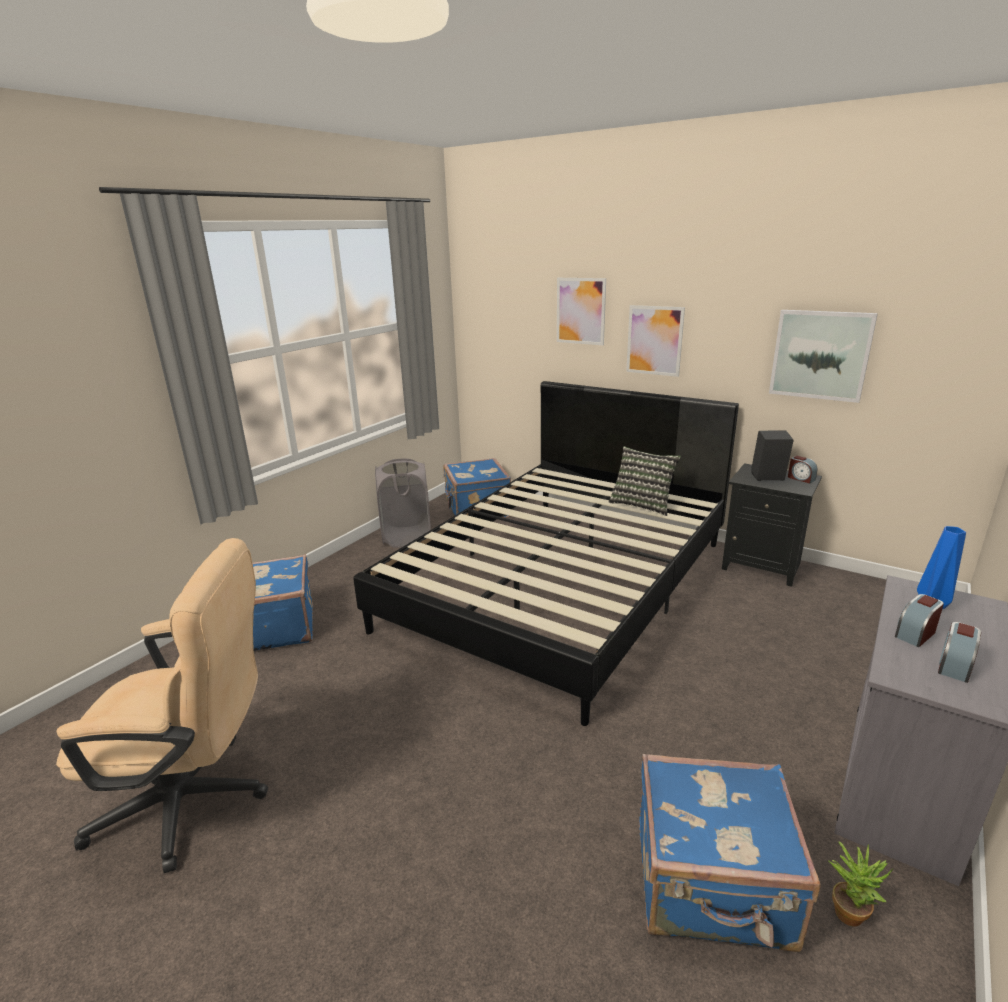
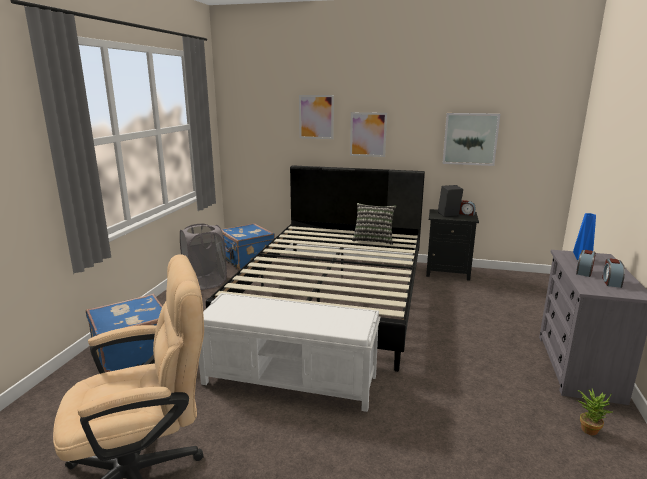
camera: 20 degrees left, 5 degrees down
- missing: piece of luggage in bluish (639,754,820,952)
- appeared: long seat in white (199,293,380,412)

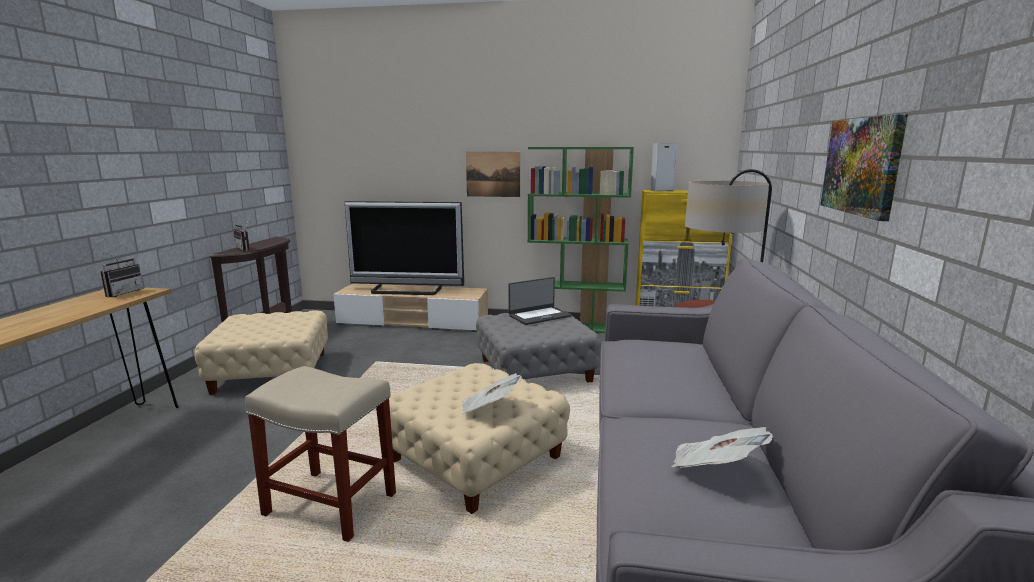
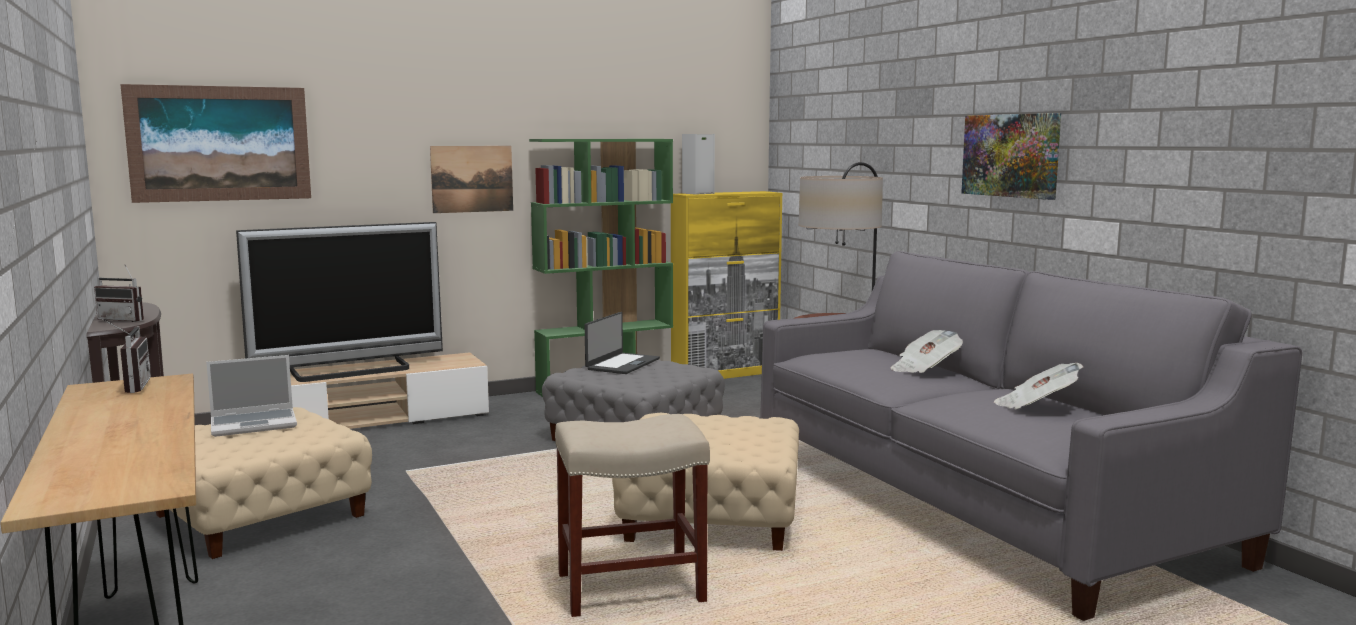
camera: 35 degrees left, 5 degrees down
- relocated: newspaper (462,373,522,414) to (890,330,963,373)
- appeared: wall picture (120,84,311,203)
- appeared: notebook computer (206,355,297,437)

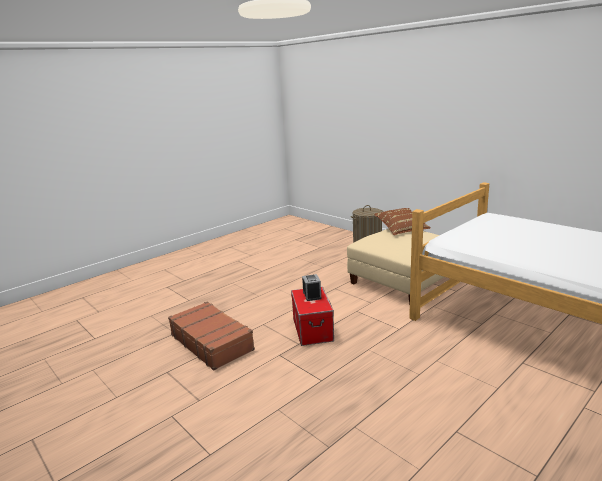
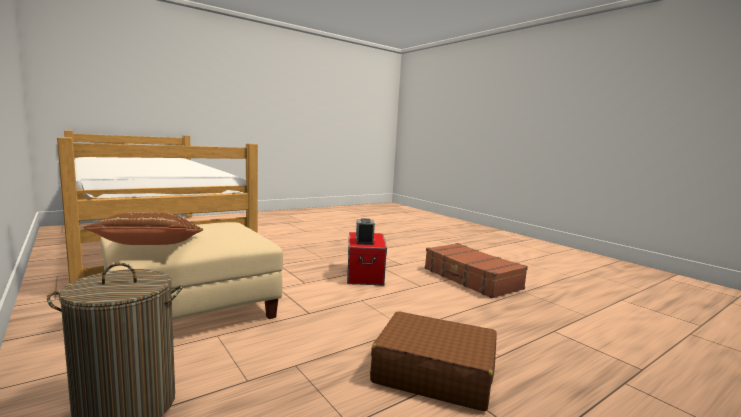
camera: 175 degrees left, 10 degrees down
- appeared: piece of luggage in brown-coloured (370,311,497,411)

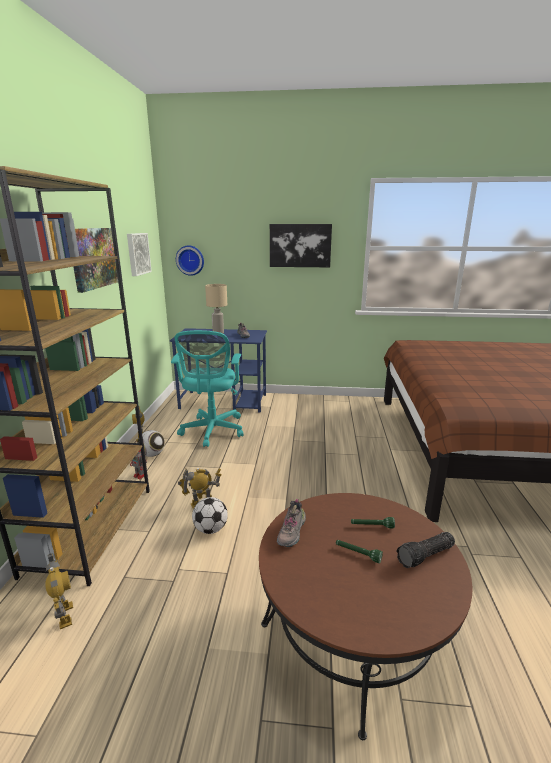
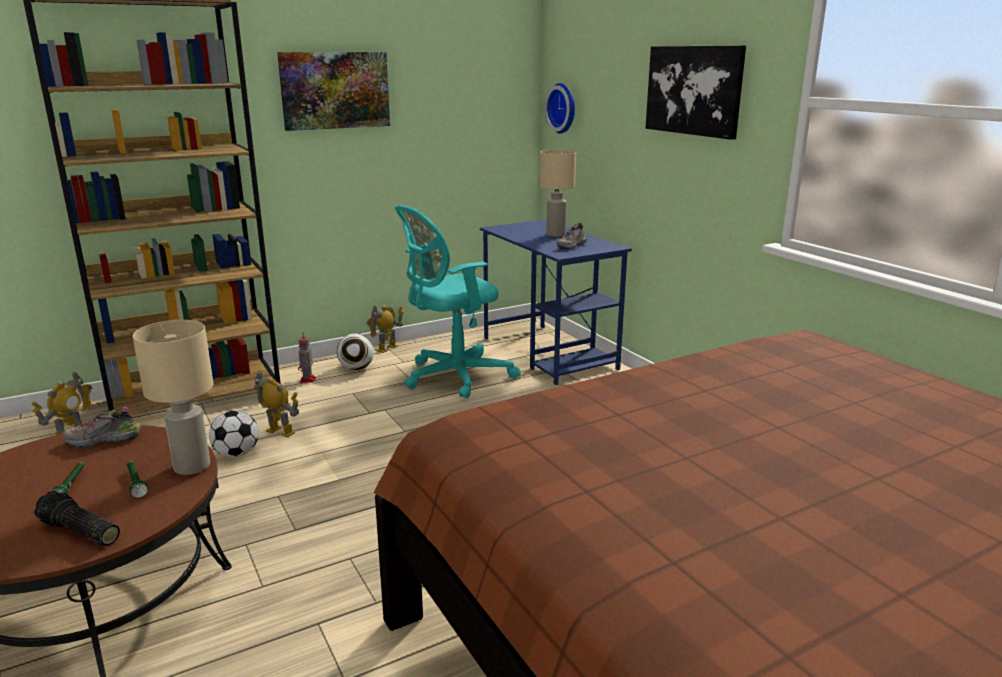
camera: 55 degrees right, 0 degrees up
- missing: wall picture (127,233,152,276)
- appeared: tabletop lamp in sand-coloured (133,320,214,475)

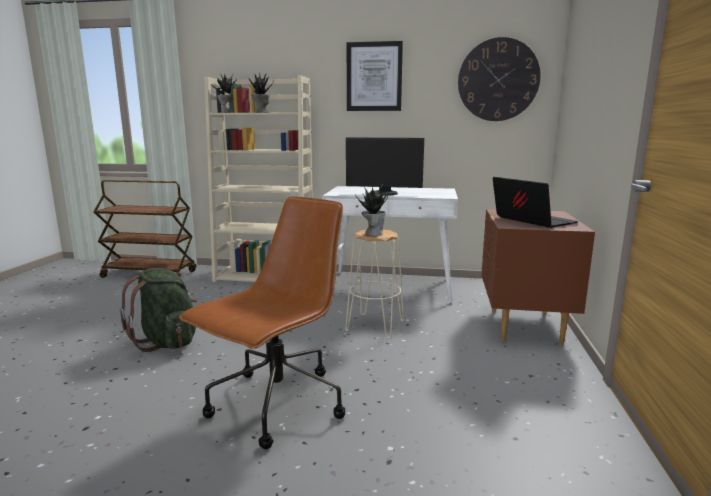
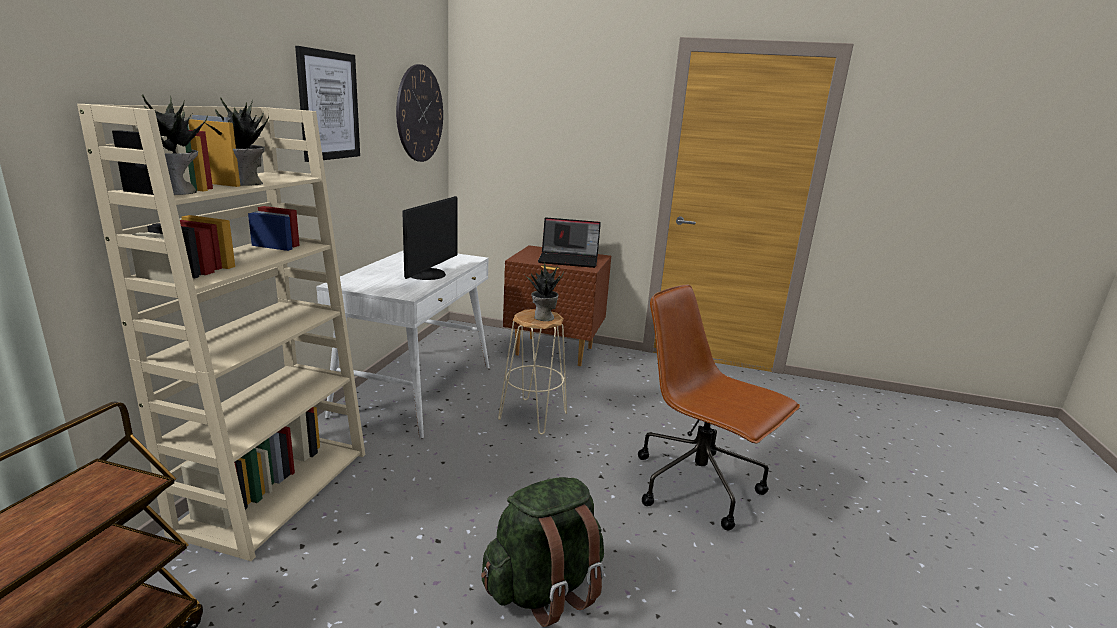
camera: 85 degrees left, 5 degrees up
- spun: notebook computer (493,177,578,228) = (538,217,601,268) 150 degrees counterclockwise

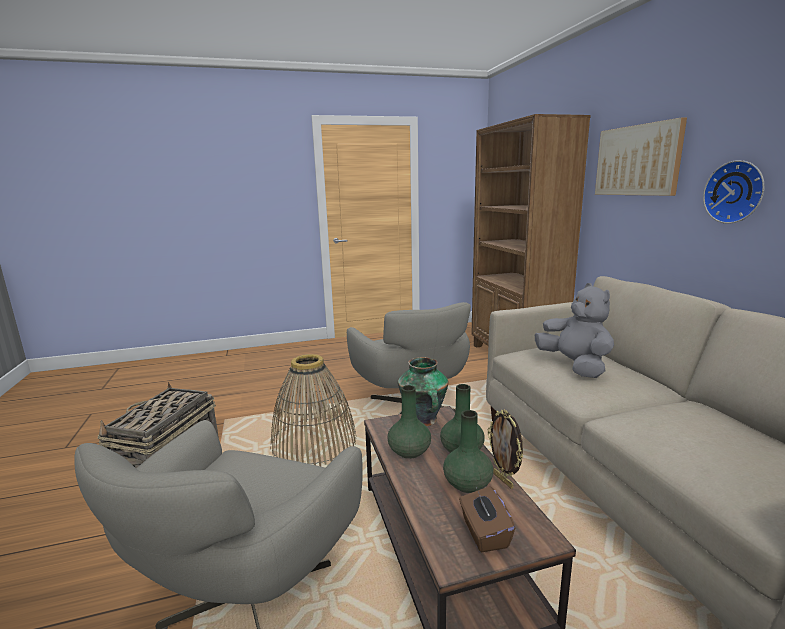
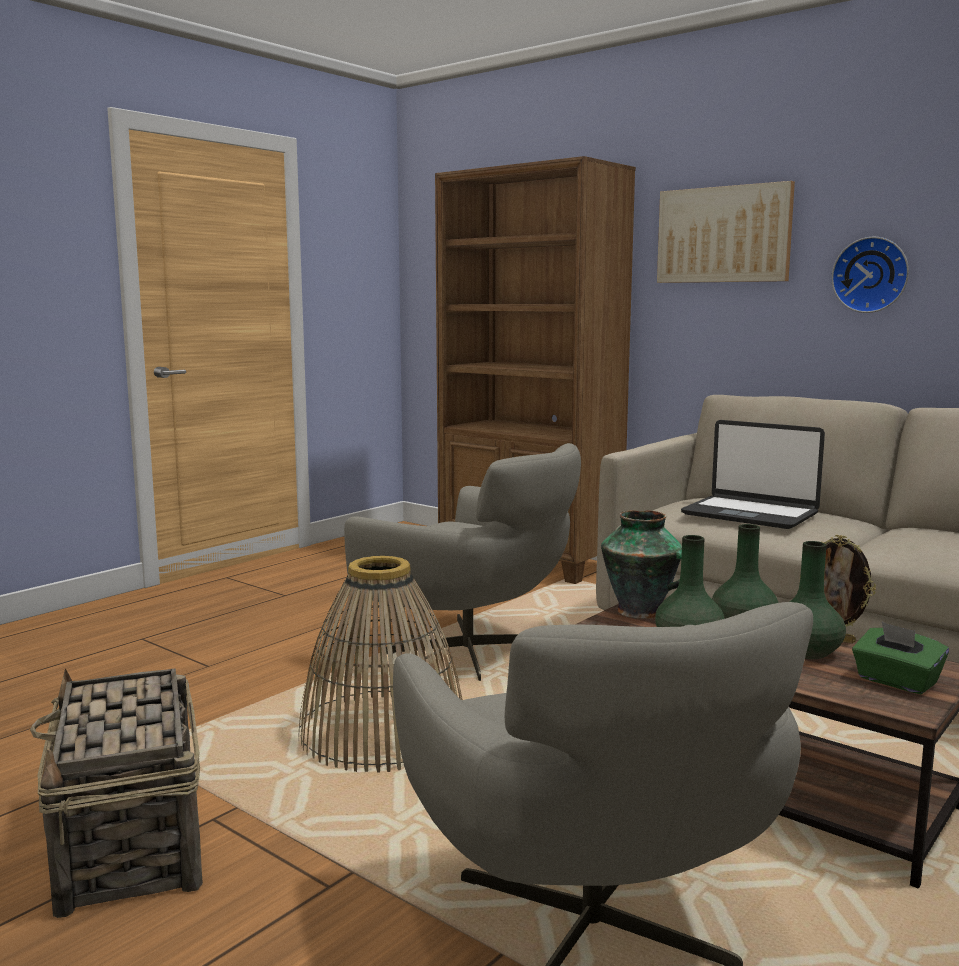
camera: 35 degrees left, 5 degrees down
- colour: box of tissues in brown-coloured (459,486,515,552) to box of tissues in green-coloured (852,622,949,694)
- exchanged: soft toy in greyish (535,283,614,378) to notebook computer (681,420,825,529)

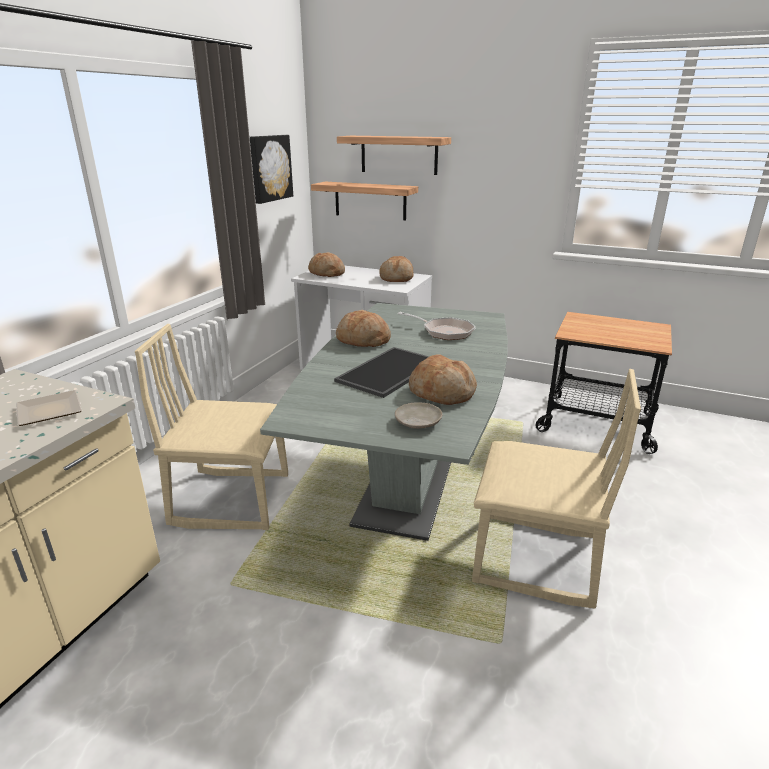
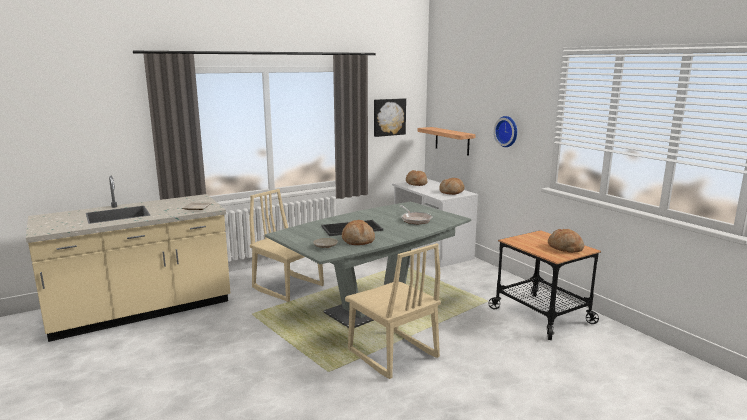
camera: 35 degrees right, 10 degrees down
- relocated: bread (336,310,391,347) to (548,229,584,253)
- missing: wall shelf (337,136,451,175)
- appeared: hanging clock (494,116,517,147)

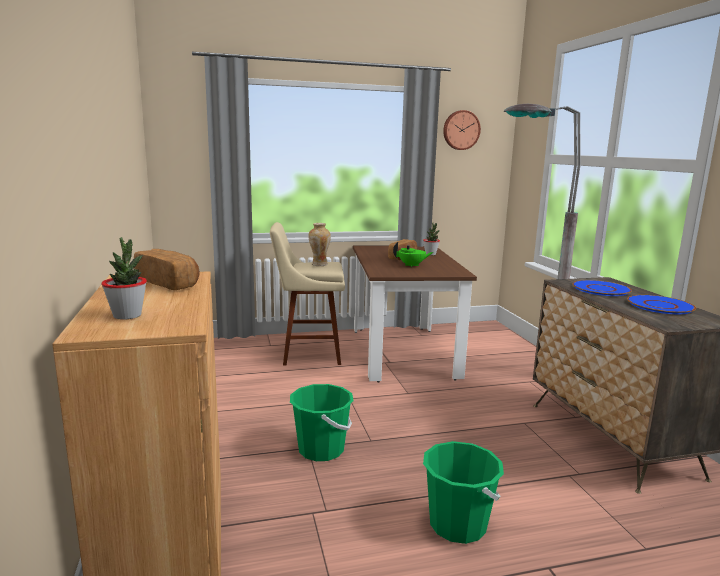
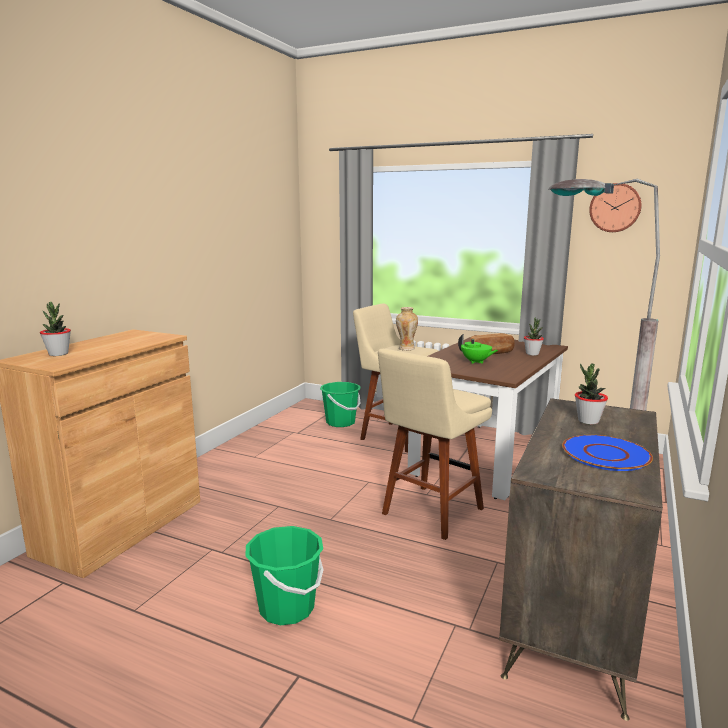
camera: 40 degrees right, 0 degrees up
- missing: bread (134,249,200,290)
- relocated: water bucket in green-coloured (290,384,354,461) to (320,382,361,427)
- exchanged: plate in bluish (572,280,632,296) to houseplant (575,364,608,425)
- appeared: stool in sand-coloured (378,349,492,540)

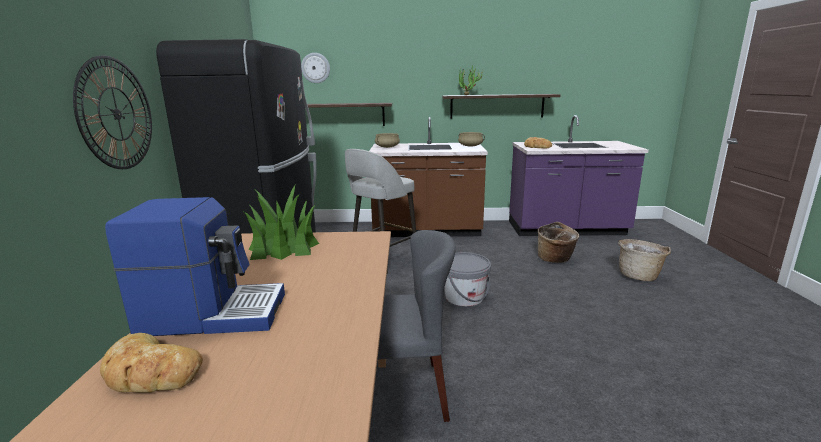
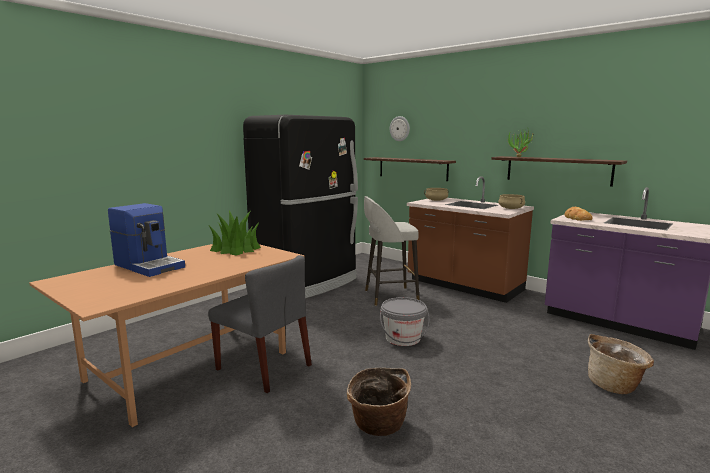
camera: 40 degrees right, 5 degrees down
- missing: hanging clock (73,55,152,169)
- missing: bread (100,333,203,393)
- relocated: household basket (538,222,579,263) to (347,368,411,436)

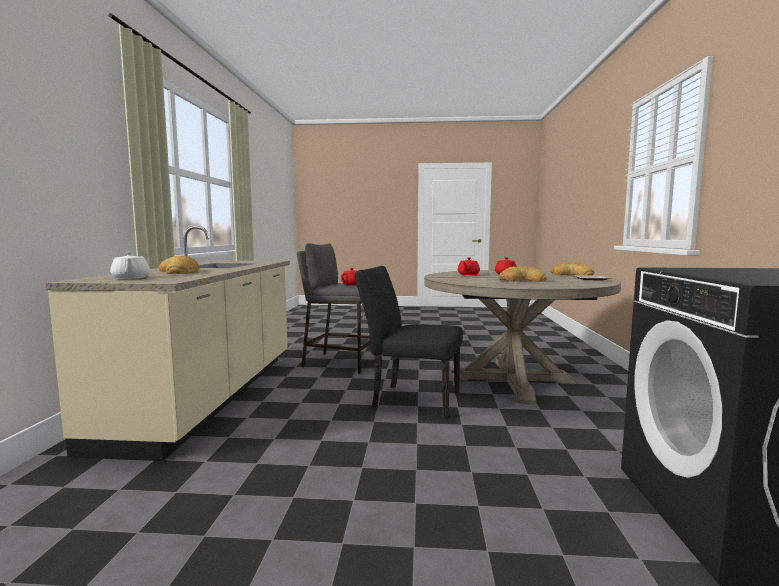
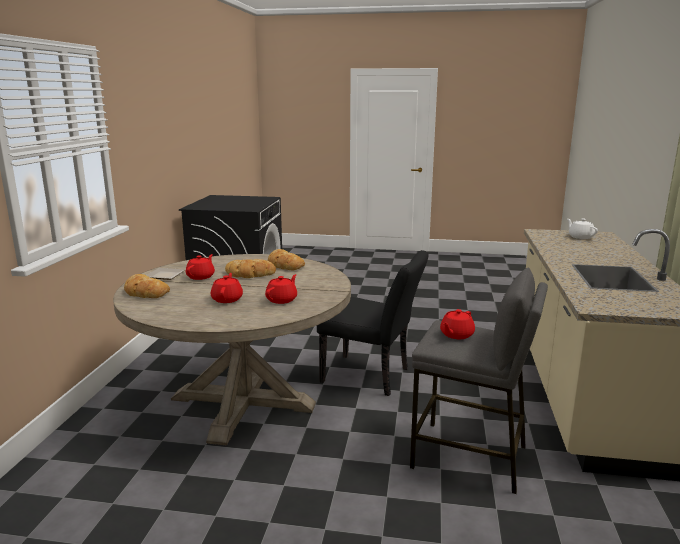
camera: 175 degrees left, 10 degrees up
- relocated: bread (159,255,199,274) to (268,249,305,270)
- appeared: pot for tea in reddish (186,254,215,280)

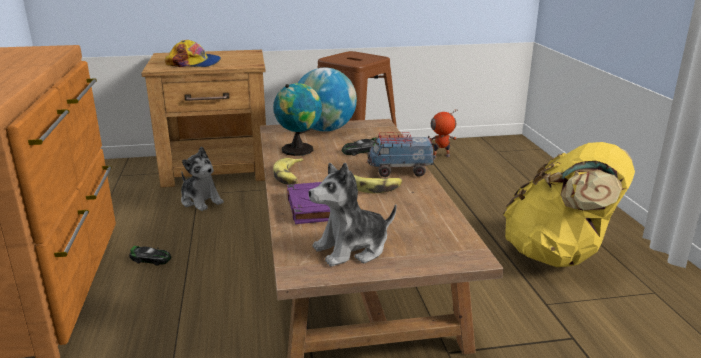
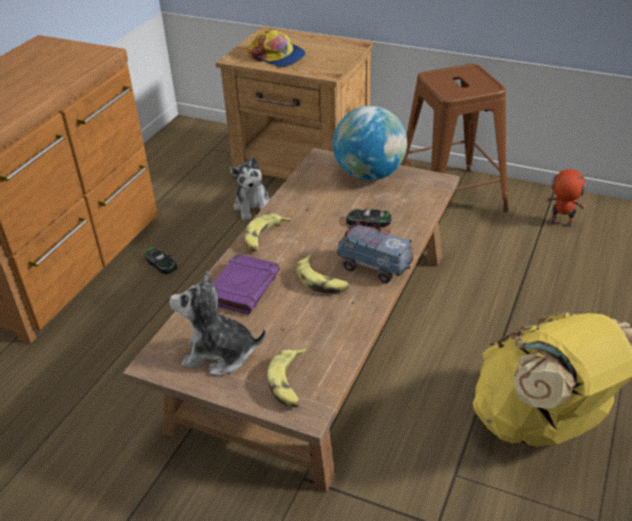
camera: 35 degrees right, 15 degrees up
- missing: globe (273,83,322,156)
- appeared: whole banana (267,349,307,407)

